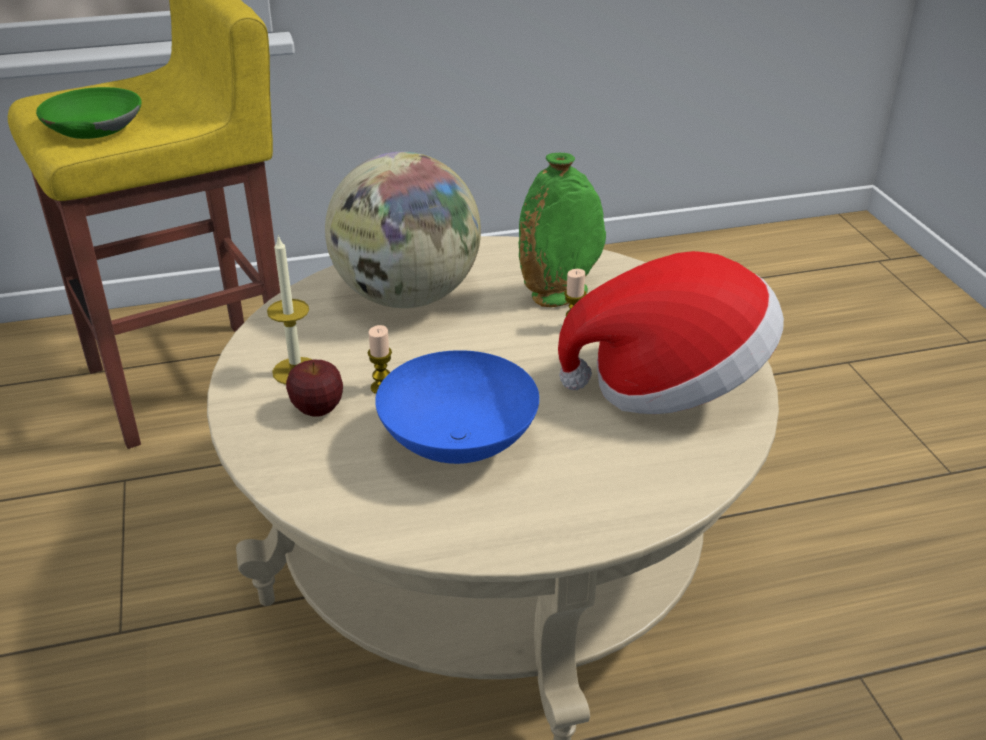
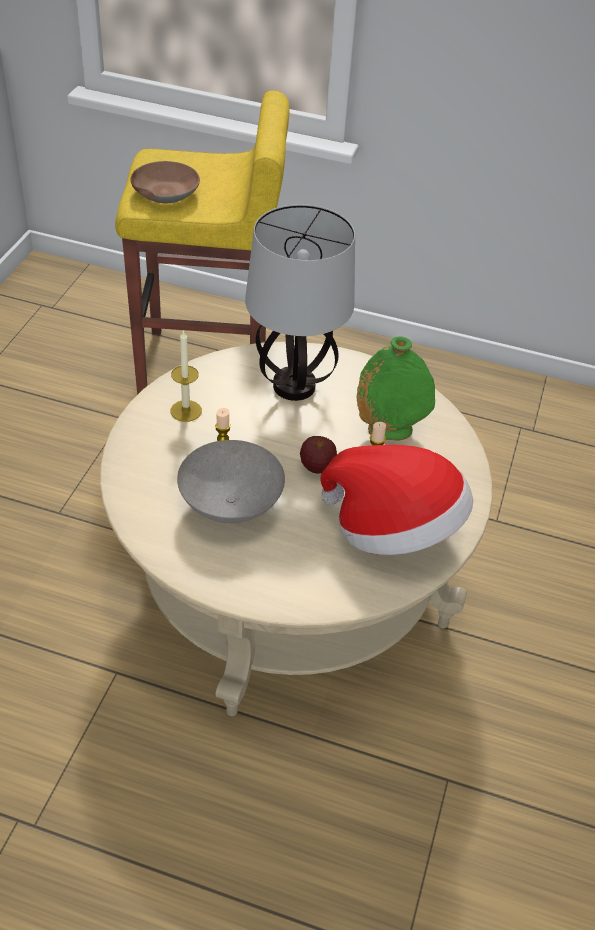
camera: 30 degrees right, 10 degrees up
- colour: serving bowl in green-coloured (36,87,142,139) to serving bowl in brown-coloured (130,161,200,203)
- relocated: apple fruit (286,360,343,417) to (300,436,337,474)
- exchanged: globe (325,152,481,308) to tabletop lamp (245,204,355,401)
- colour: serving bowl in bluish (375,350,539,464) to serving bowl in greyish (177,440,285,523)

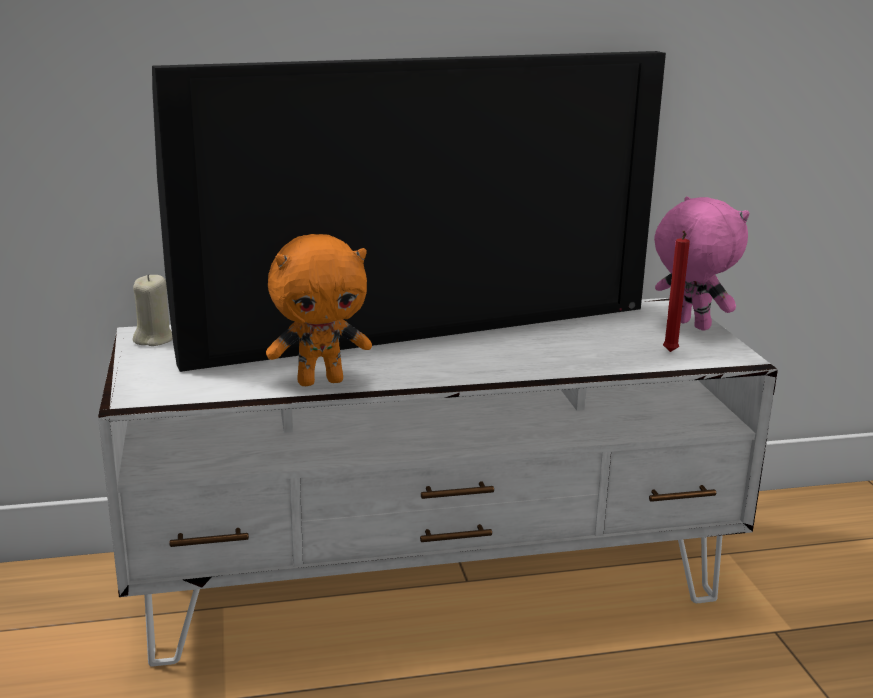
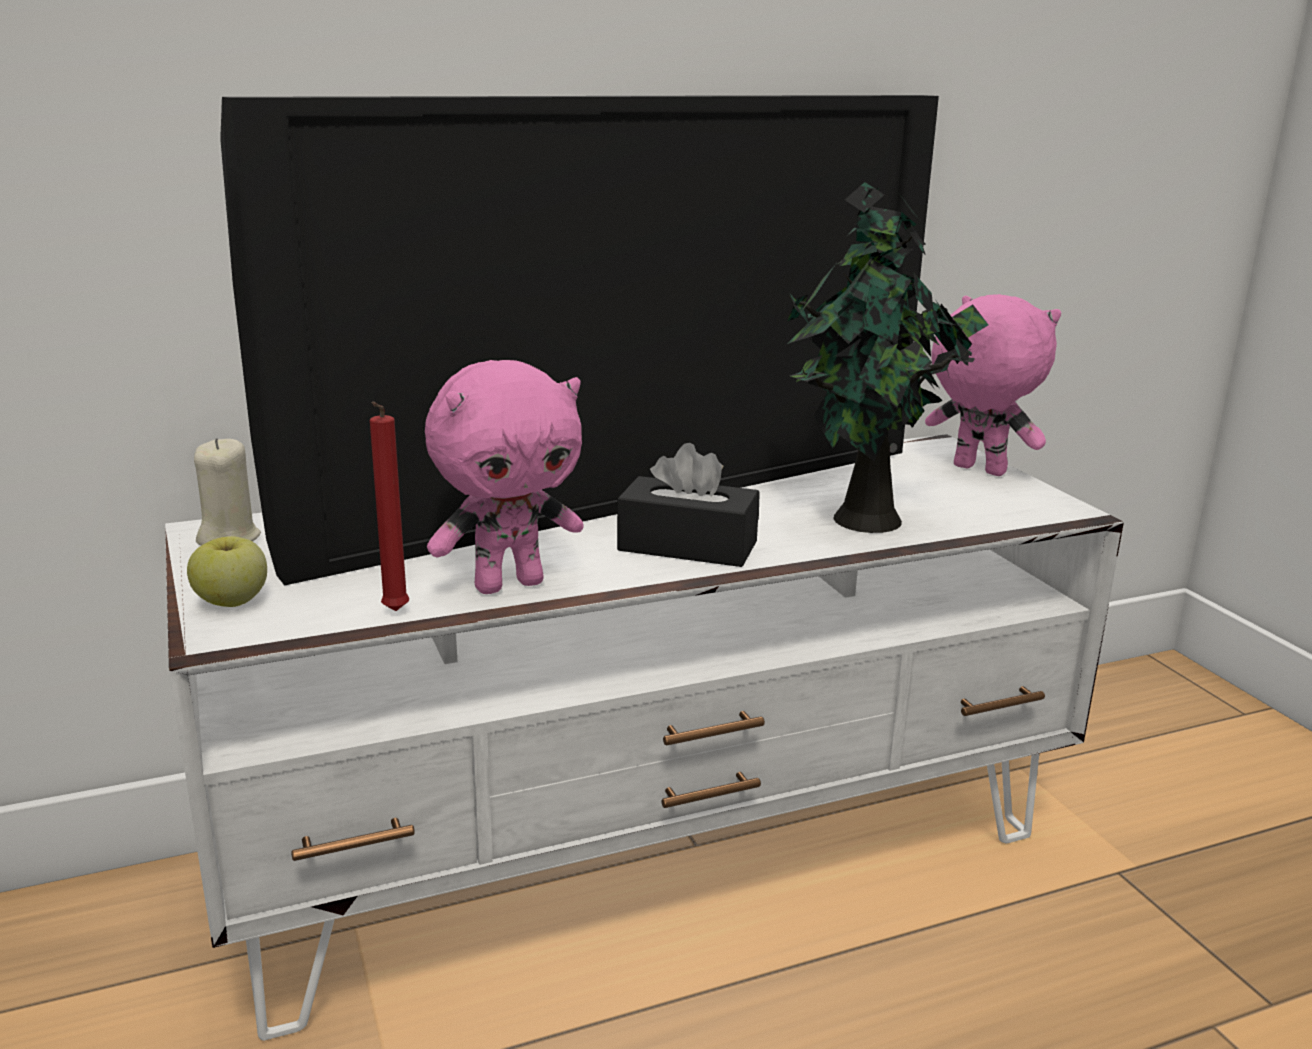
camera: 10 degrees left, 0 degrees up
- colour: soft toy in orange-coloured (266,234,372,386) to soft toy in pinkish (425,360,584,594)
- relocated: wax light in reddish (663,230,690,352) to (370,402,409,611)
- appeared: apple fruit (187,536,267,607)
- appeared: box of tissues in black-coloured (617,443,760,567)
- appeared: houseplant (787,182,988,533)

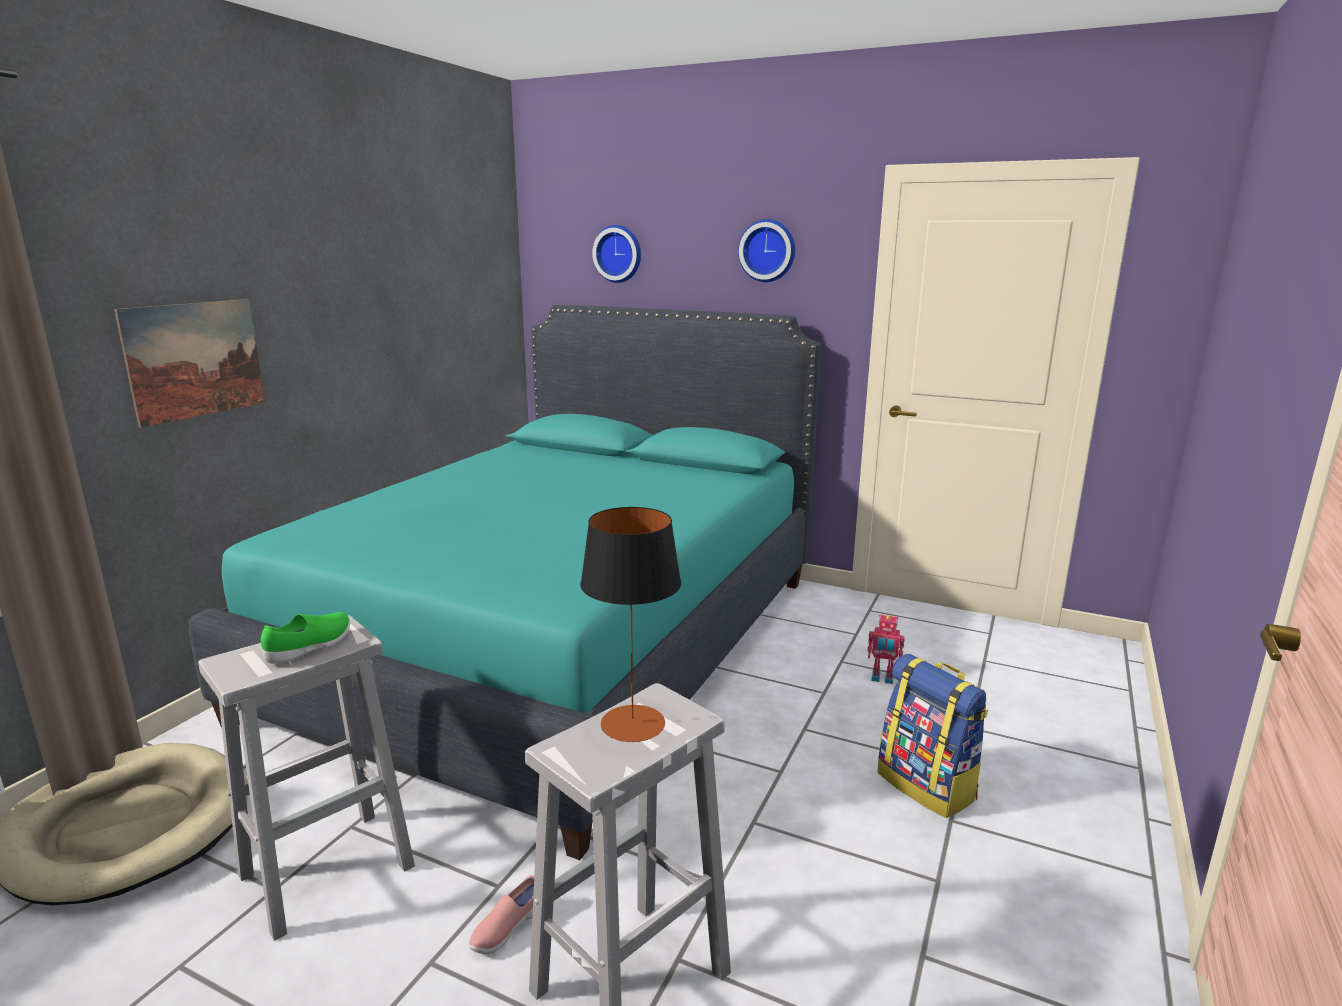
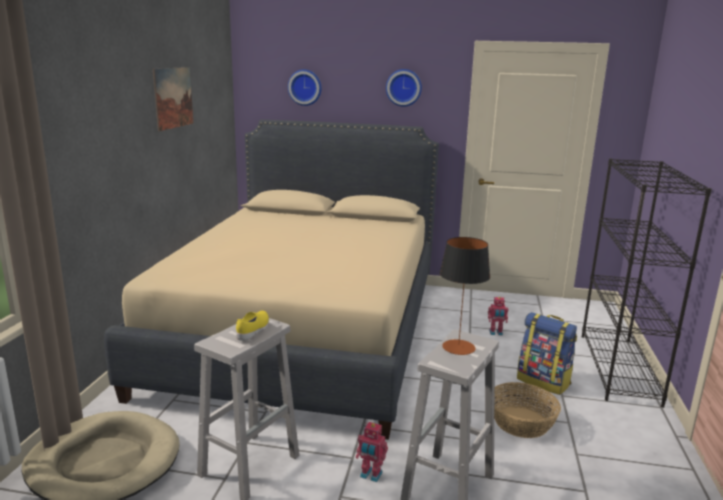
camera: 15 degrees left, 0 degrees up
- relocated: wall picture (114,299,265,428) to (153,67,193,131)
- colour: bedroom bed in turquoise-coloured (189,305,822,860) to bedroom bed in sand-coloured (104,120,439,440)
- colour: shoe in green-coloured (261,612,350,664) to shoe in yellowish (236,311,269,341)
- exchanged: shoe in pinkish (469,875,534,954) to model robot (356,422,388,482)
- appeared: household basket (494,382,561,438)
- appeared: shelving unit in black-coloured (582,159,712,408)

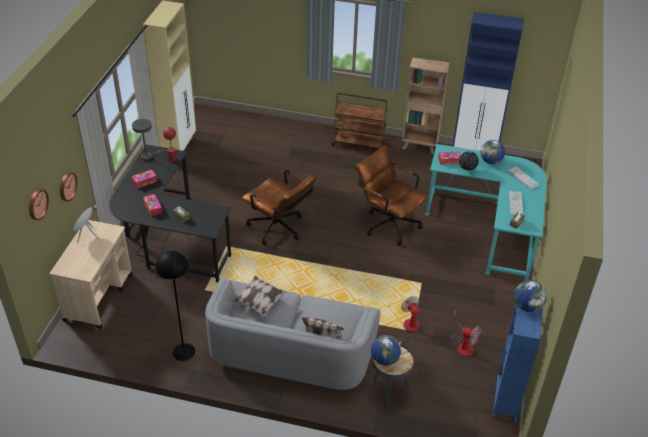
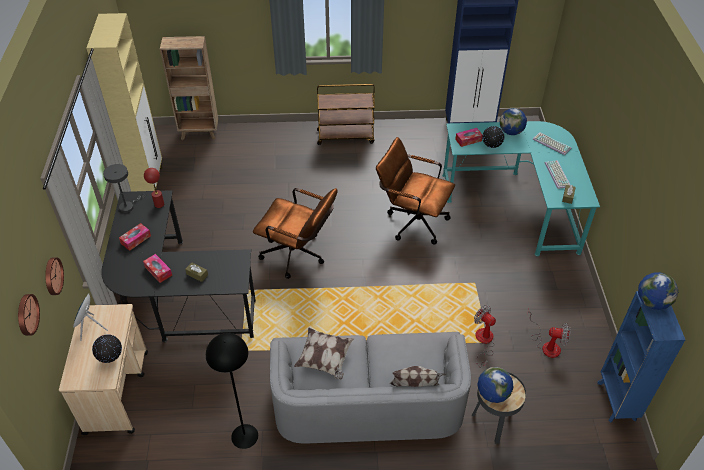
camera: 15 degrees left, 5 degrees up
- relocated: shelving unit in brown-coloured (402,57,450,154) to (160,36,218,140)
- appeared: globe (92,334,122,363)

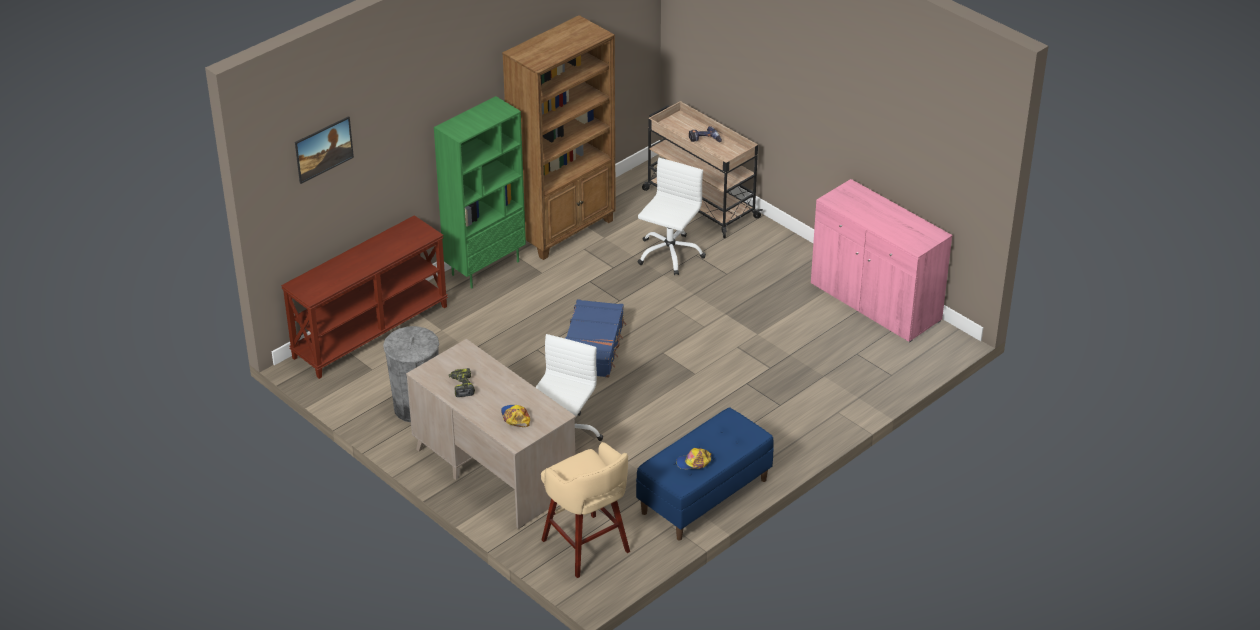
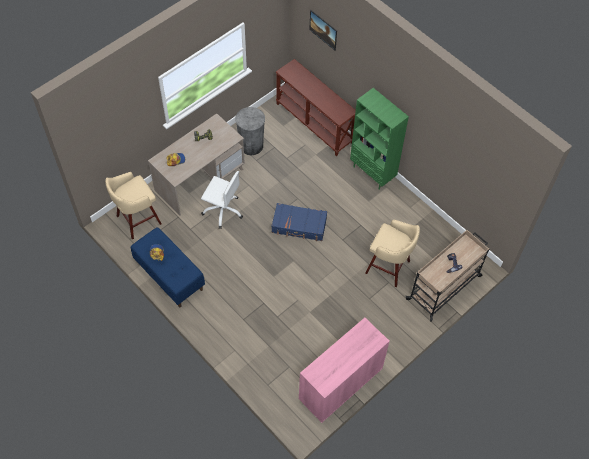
camera: 90 degrees right, 20 degrees up
- missing: shelving unit in brown-coloured (502,15,616,260)
- exchanged: computer chair in white (637,158,706,275) to stool in sand-coloured (365,220,420,287)

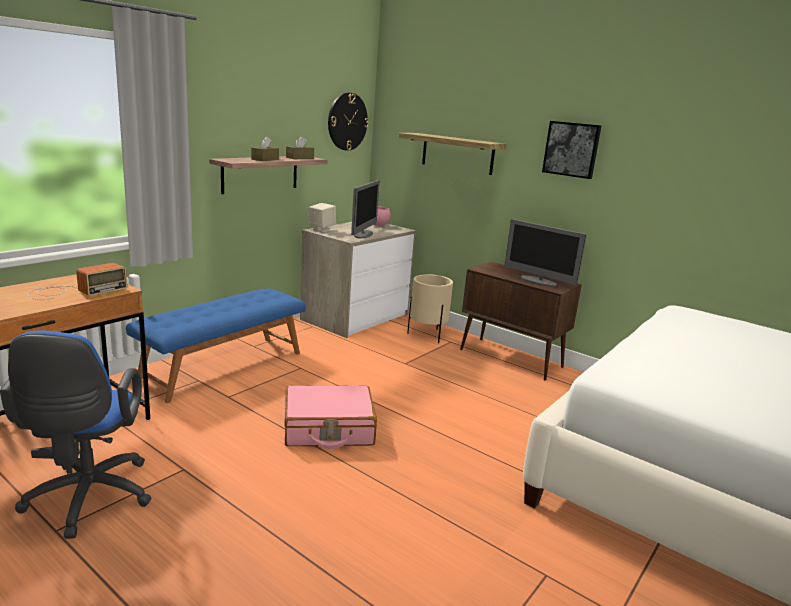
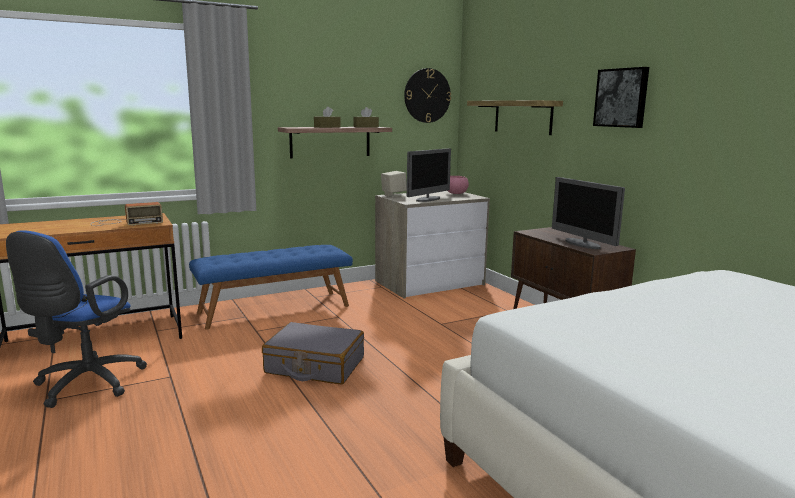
camera: 25 degrees right, 5 degrees down
- colour: piece of luggage in pinkish (284,386,377,449) to piece of luggage in greyish (262,322,364,385)
- missing: plant pot in sand-coloured (407,274,453,343)

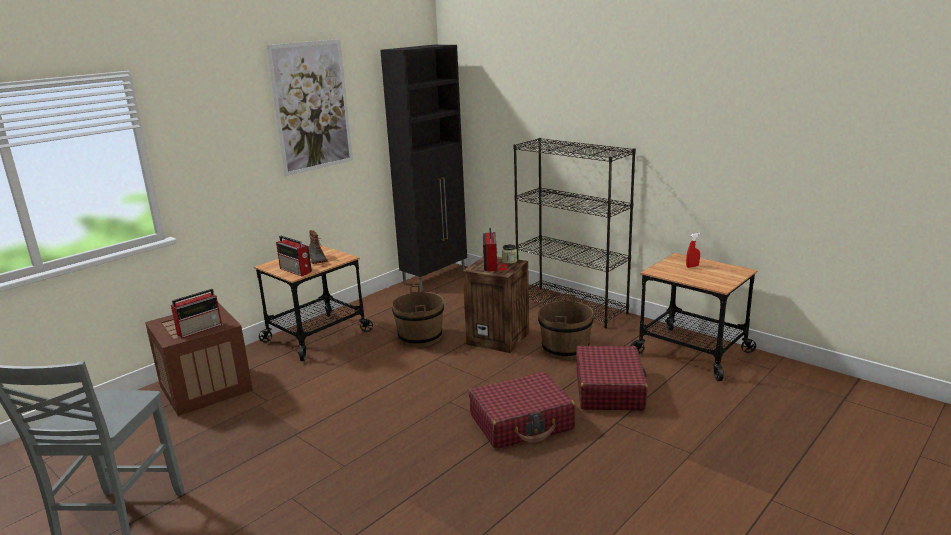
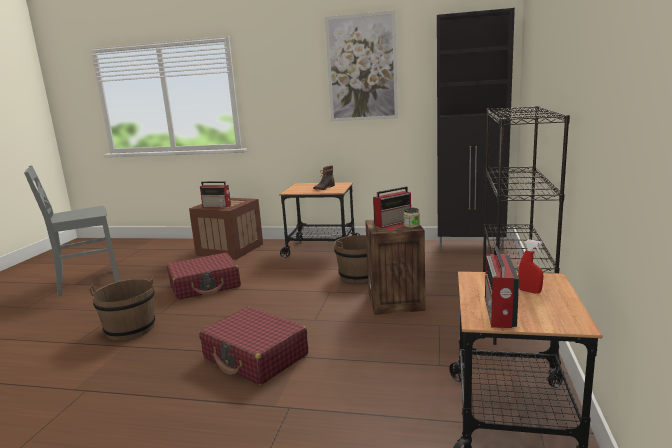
camera: 60 degrees right, 5 degrees down
- relocated: radio (276,236,312,276) to (485,246,519,328)
- relocated: water bucket in brown-coloured (538,294,593,360) to (89,276,155,341)
- relocated: piece of luggage in reddish (576,346,648,411) to (167,253,241,300)

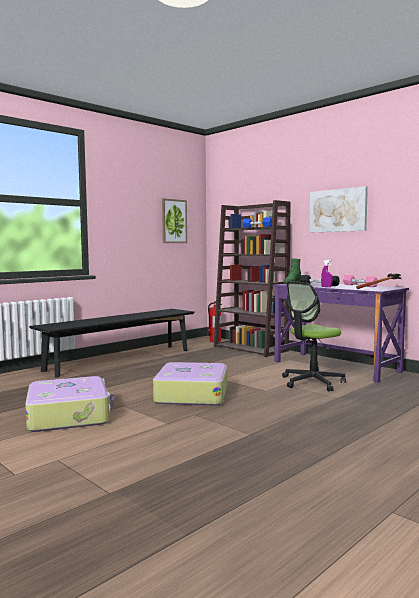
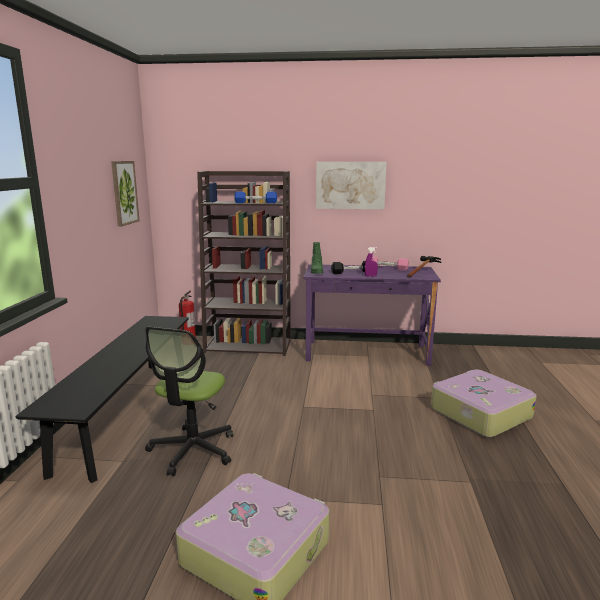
camera: 40 degrees left, 10 degrees up
- relocated: piece of luggage (153,362,227,406) to (431,369,536,438)
- relocated: computer chair (282,281,346,391) to (145,327,233,476)

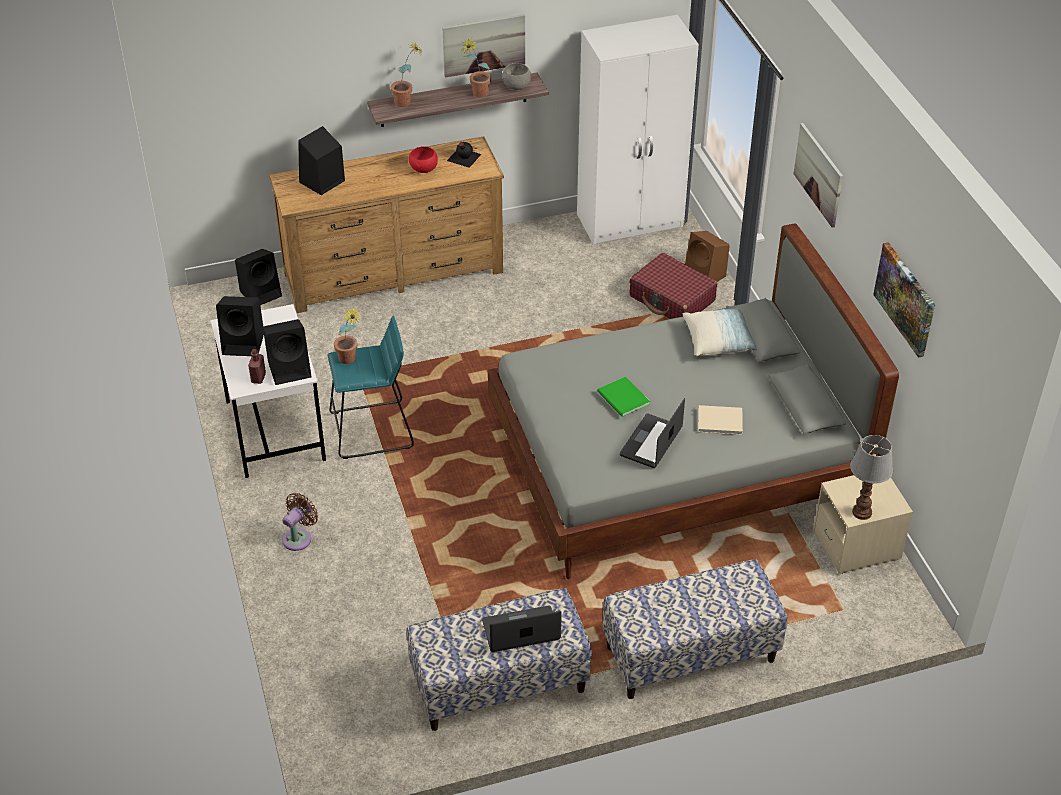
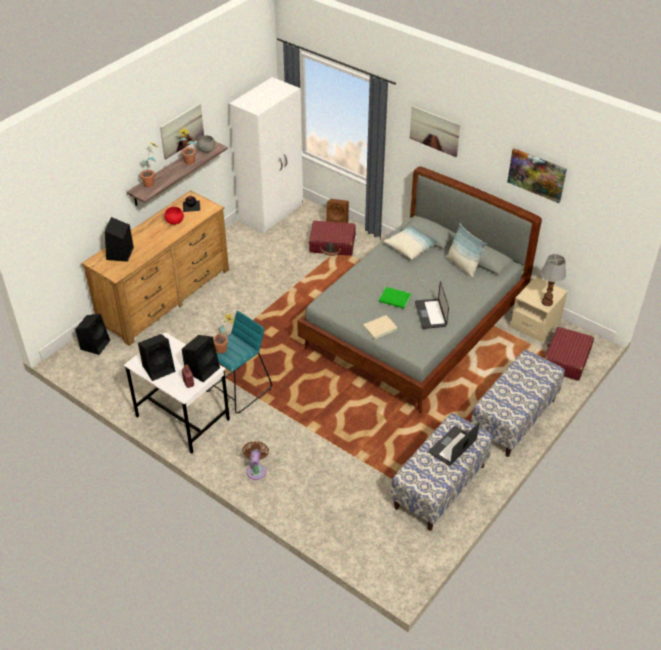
camera: 35 degrees left, 0 degrees up
- relocated: book in sand-coloured (698,405,743,435) to (363,315,398,339)
- appeared: throw pillow (446,224,486,277)
- appeared: piece of luggage in reddish (544,327,594,381)

